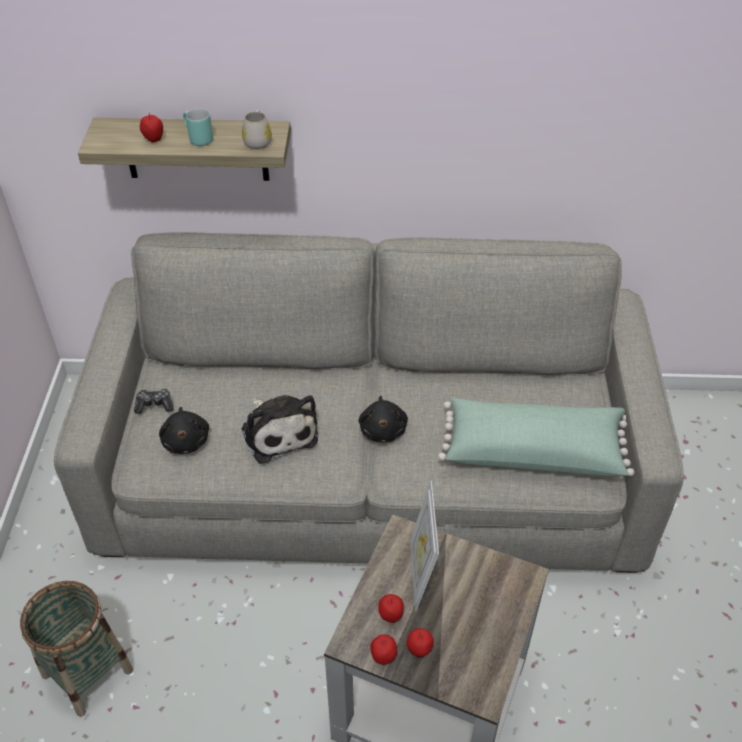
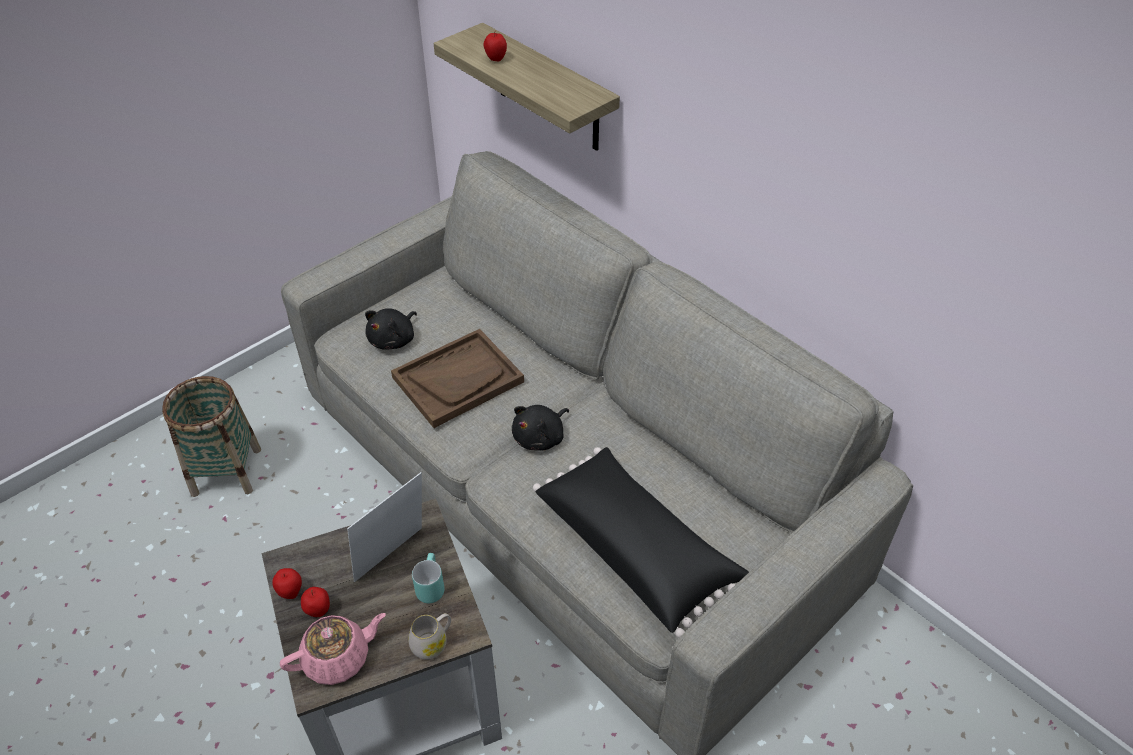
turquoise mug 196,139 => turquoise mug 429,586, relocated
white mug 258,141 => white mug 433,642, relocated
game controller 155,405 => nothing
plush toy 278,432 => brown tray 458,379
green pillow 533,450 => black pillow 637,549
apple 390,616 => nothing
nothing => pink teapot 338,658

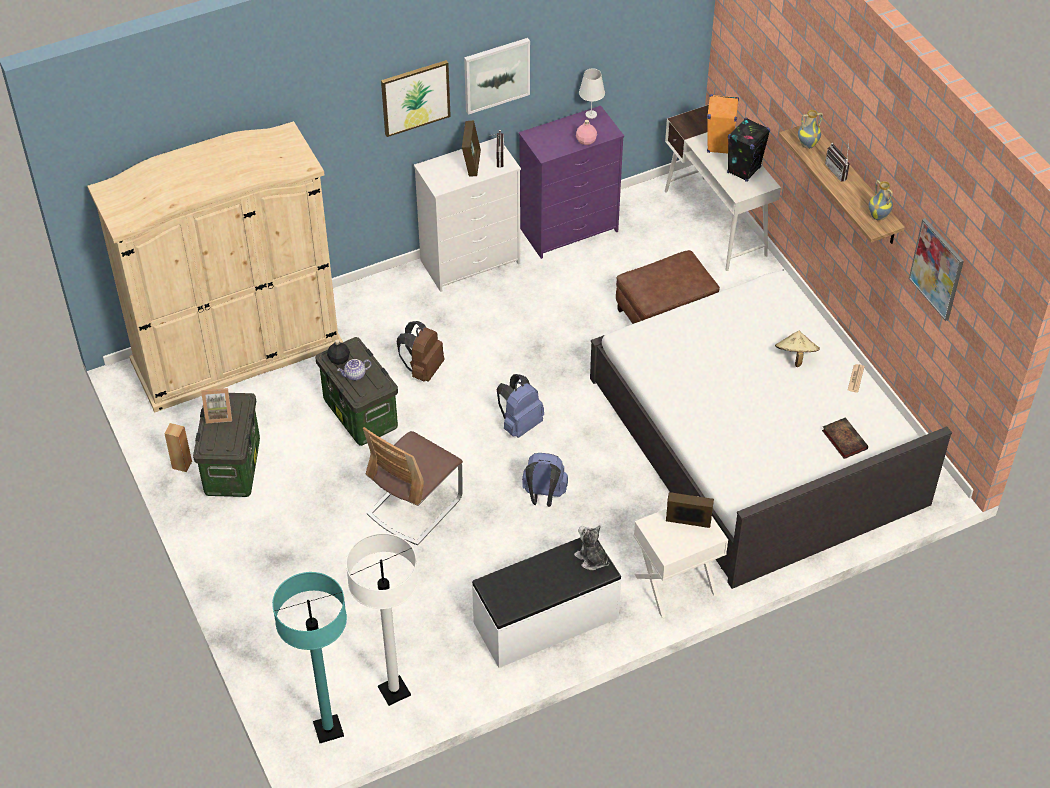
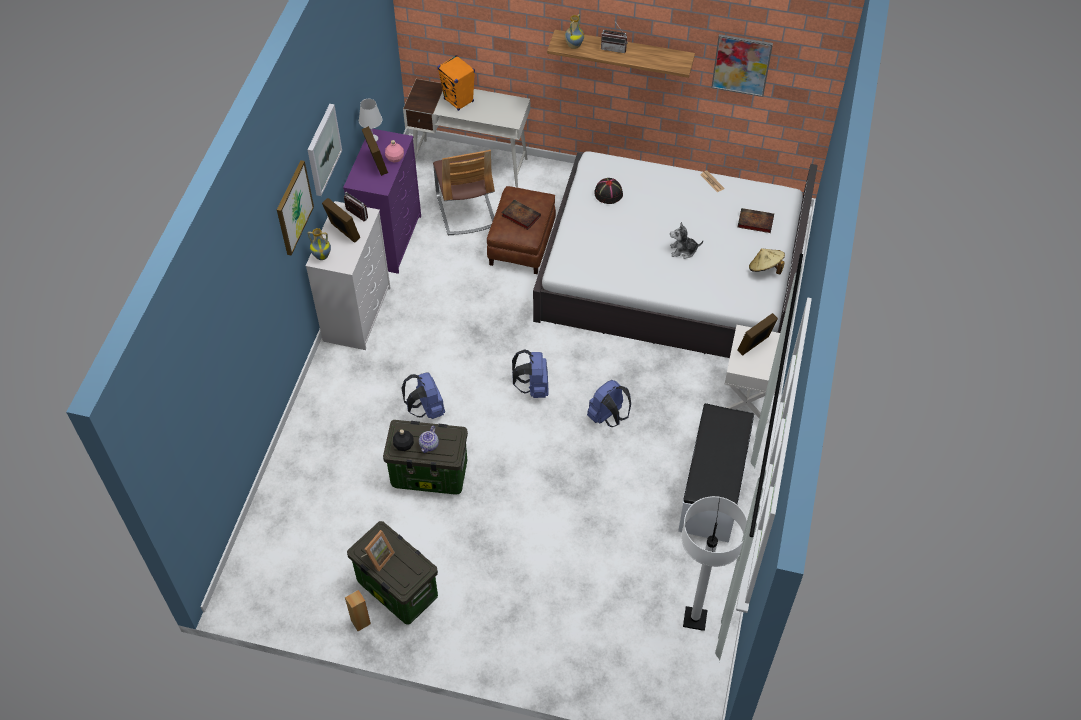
black speaker 744,170 => nothing
beige wardrobe 237,353 => nothing
vase 879,216 => vase 322,255, relocated
brown backpack 423,369 => blue backpack 426,409
beige hat 795,356 => beige hat 765,268, relocated
chair 414,506 => chair 466,210, relocated
plush toy 591,559 => plush toy 683,250, relocated
turquoise floor lamp 328,729 => nothing
nothing => picture frame 376,163
nothing => black hat 608,193
nothing => book 520,216

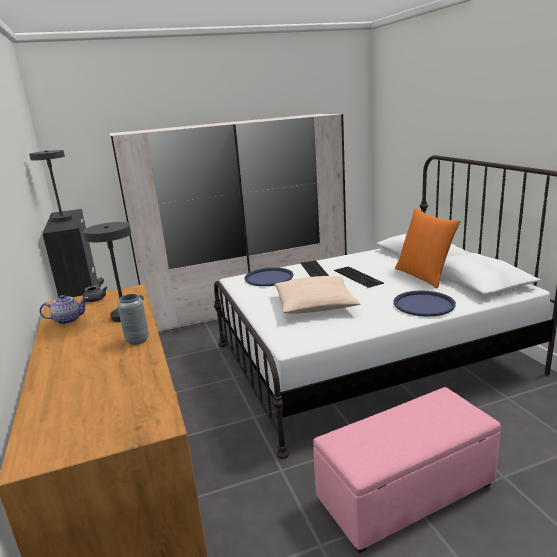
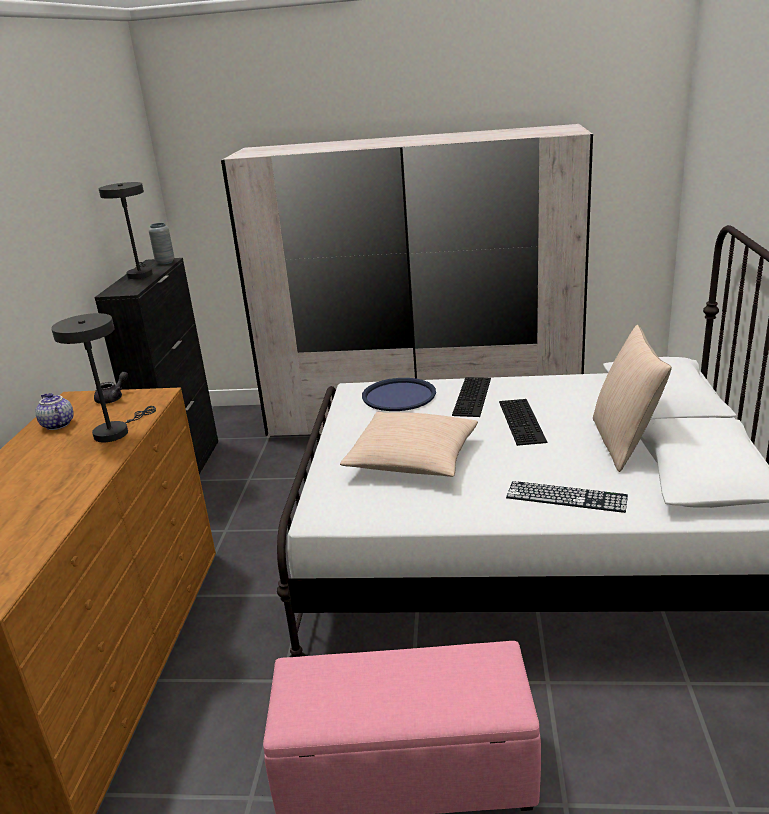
orange pillow 424,276 => beige pillow 624,443
blue tray 423,304 => keyboard 566,497
grey vase 137,340 => grey vase 165,262, relocated
teapot 68,320 => teapot 57,425, 135 degrees counterclockwise

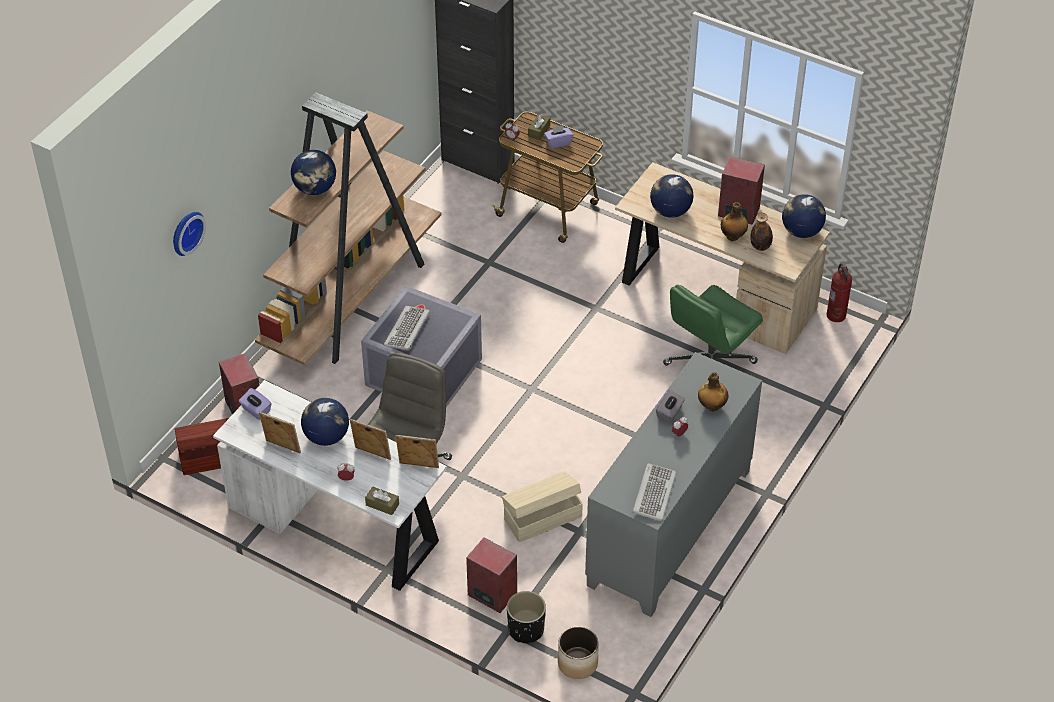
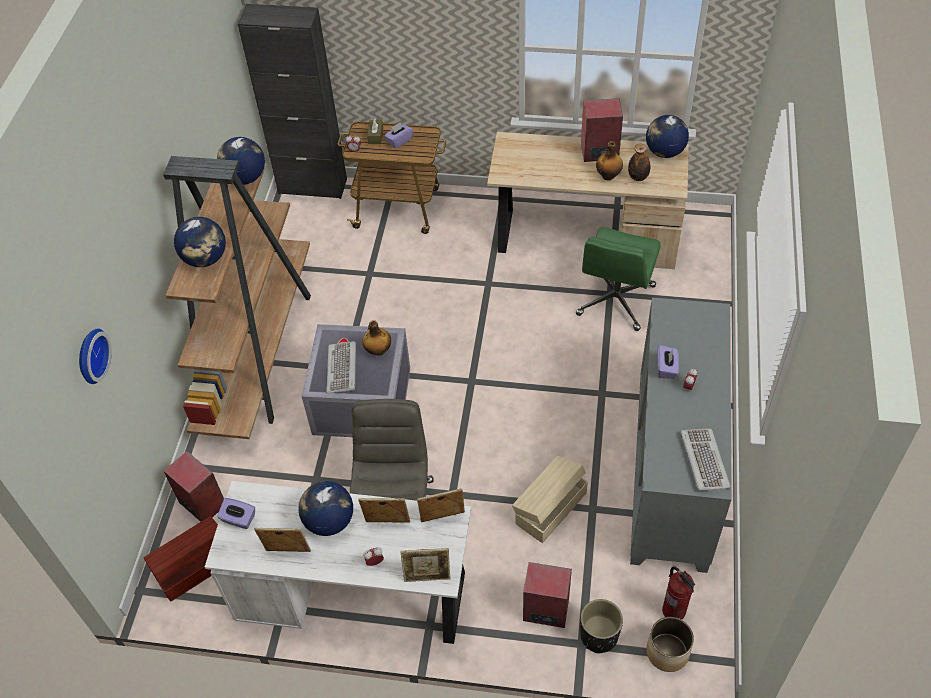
globe 670,211 => globe 245,178, relocated
fire extinguisher 836,315 => fire extinguisher 674,610, relocated
bottle 711,406 => bottle 378,350, relocated
grey tissue box 669,413 => purple tissue box 666,368
brown tissue box 382,504 => picture frame 427,578

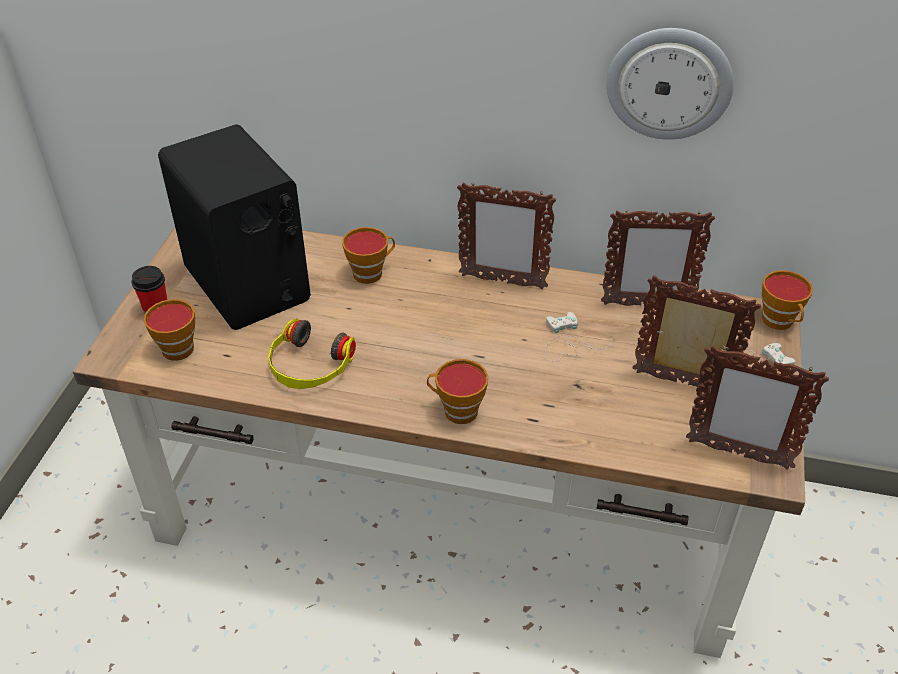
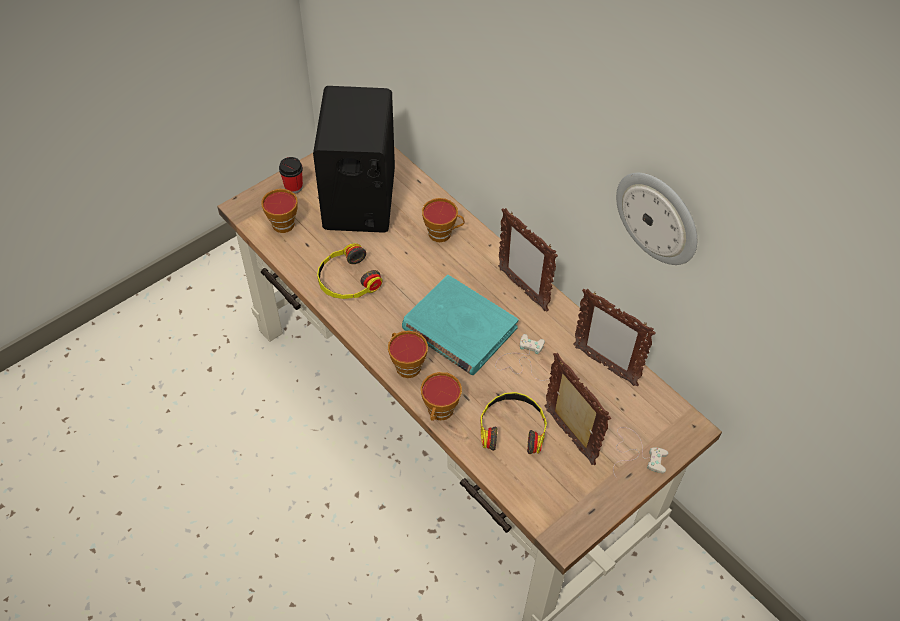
cup 780,322 => cup 440,412, relocated
picture frame 737,454 => nothing
nothing => turquoise book 459,329
nothing => headphones 512,428

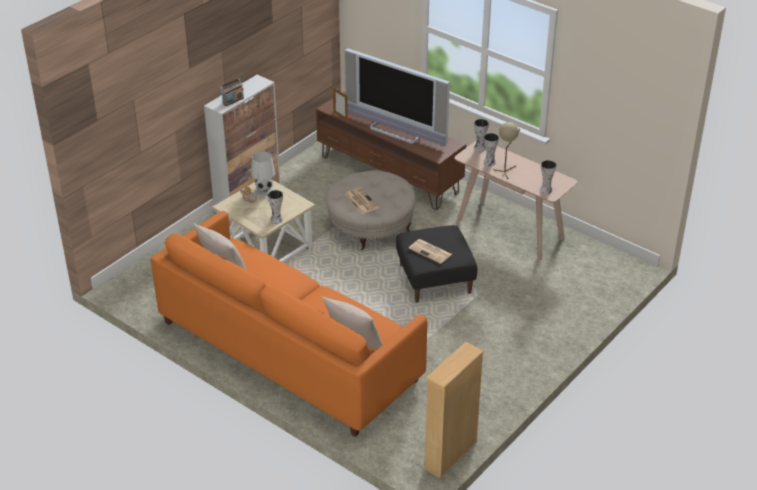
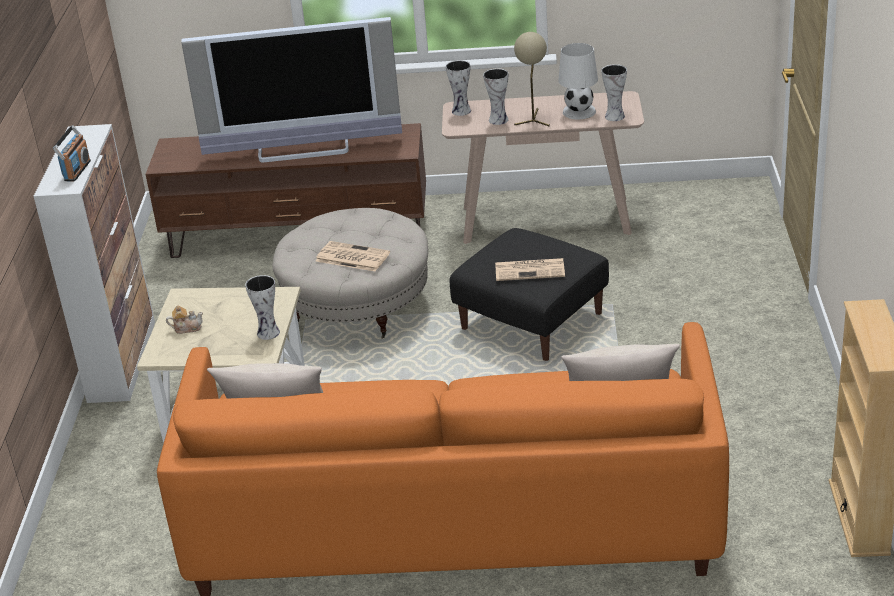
picture frame 340,116 => nothing
white table lamp 264,190 => white table lamp 579,112, relocated

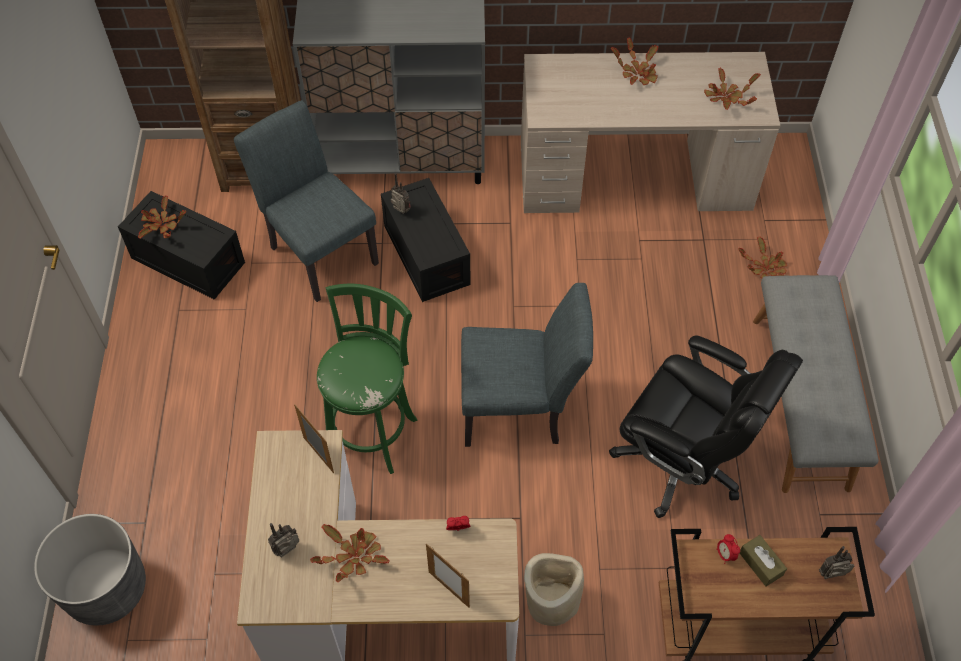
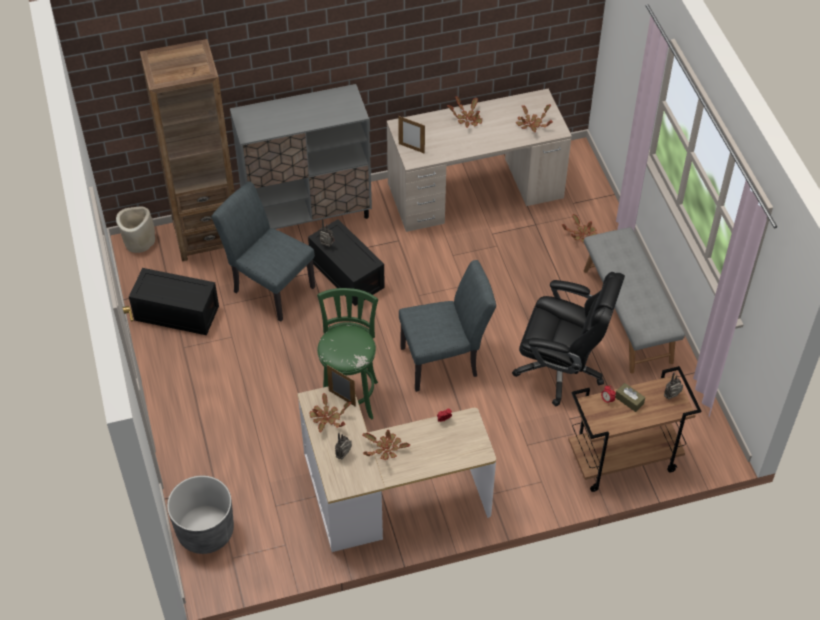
potted plant 161,226 => potted plant 327,418, relocated
picture frame 449,589 => picture frame 411,148, relocated
beige planter 551,600 => beige planter 139,241, relocated

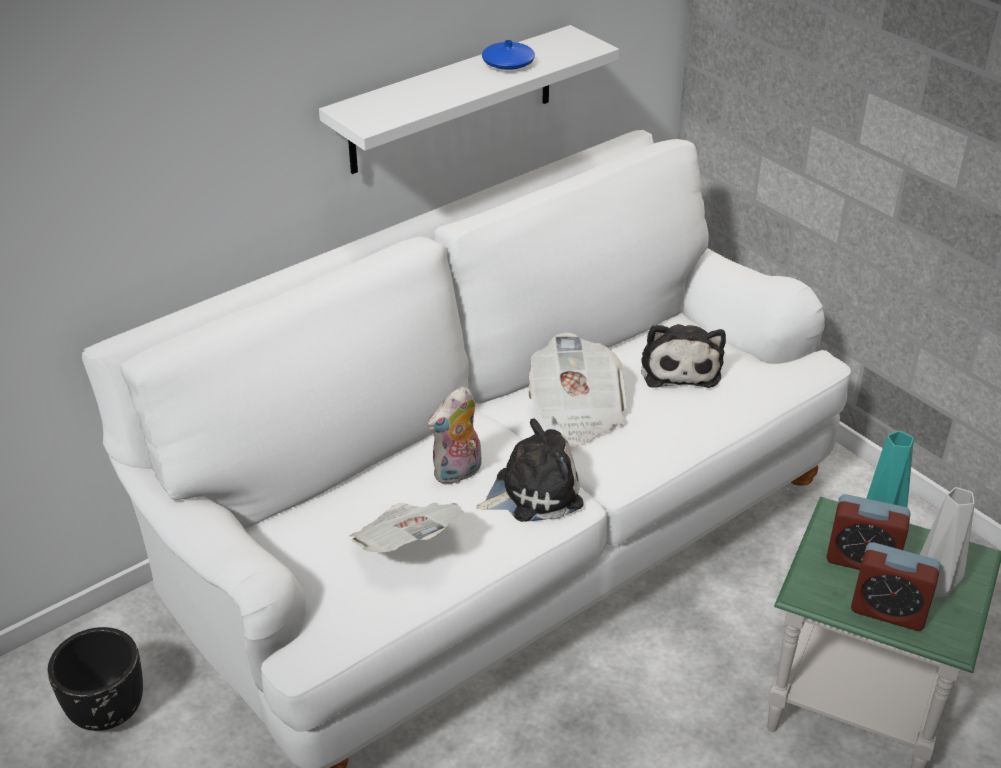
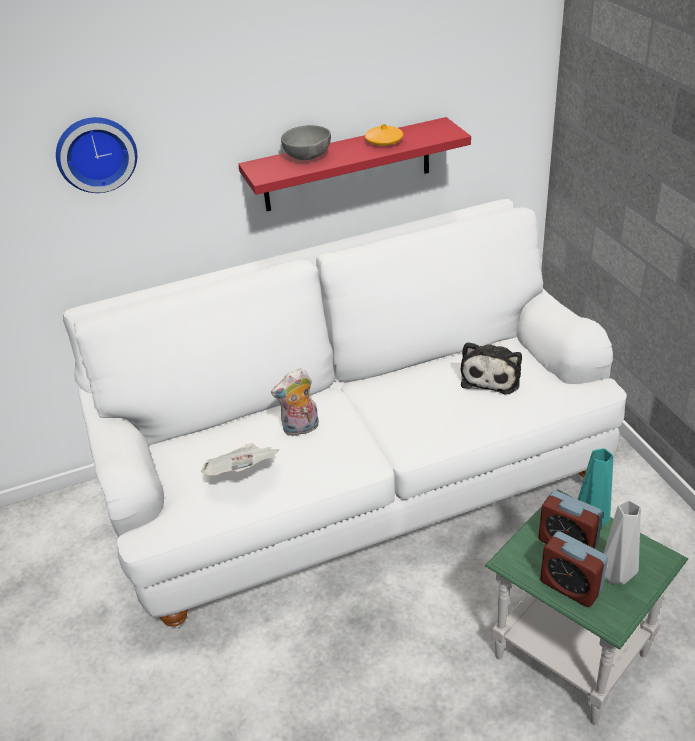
white shelf 452,100 => red shelf 347,165
blue vase 508,63 => orange vase 384,141
newspaper 576,411 => nothing
plush toy 532,492 => nothing
black planter 107,711 => nothing
nothing => wall clock 96,153
nothing => grey bowl 308,157

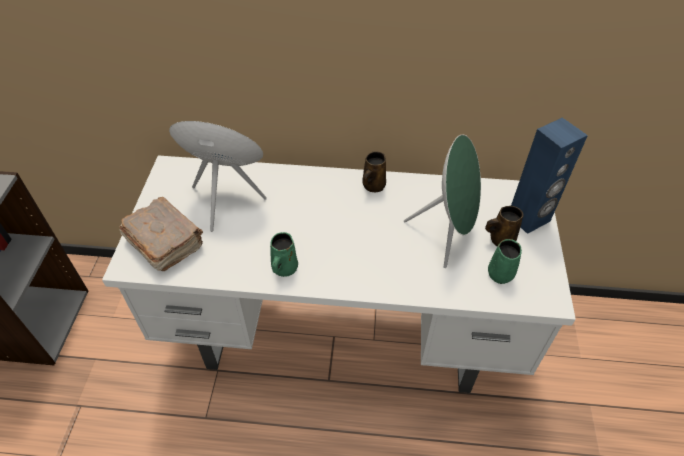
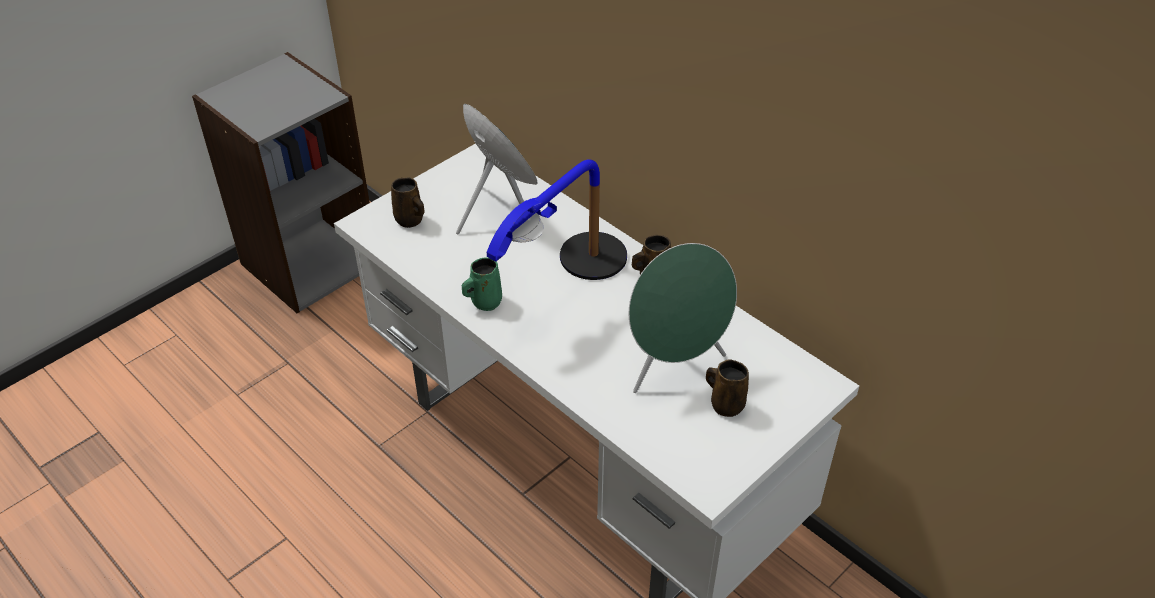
blue speaker 529,218 => nothing
brown book 165,242 => brown mug 410,220
green mug 501,273 => nothing
nothing => table lamp 570,277

